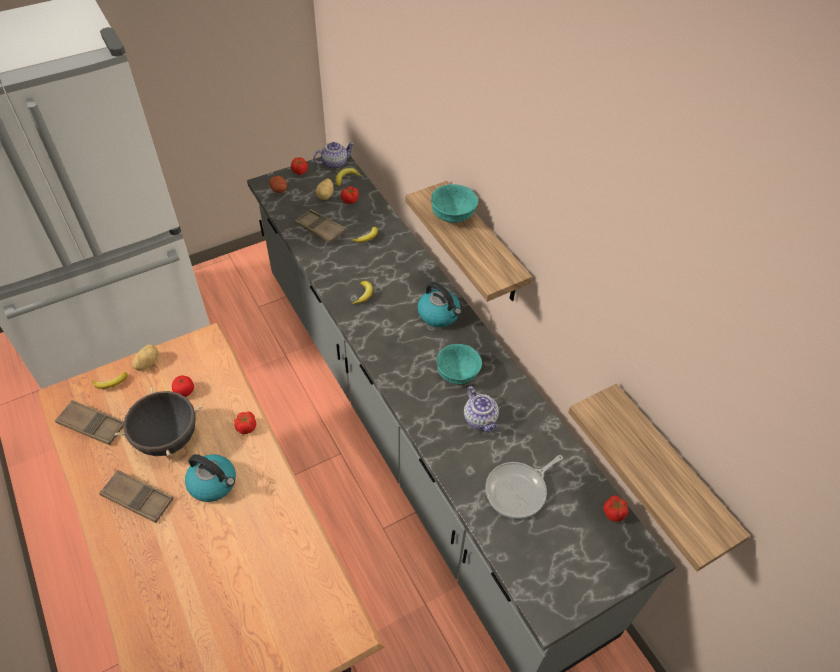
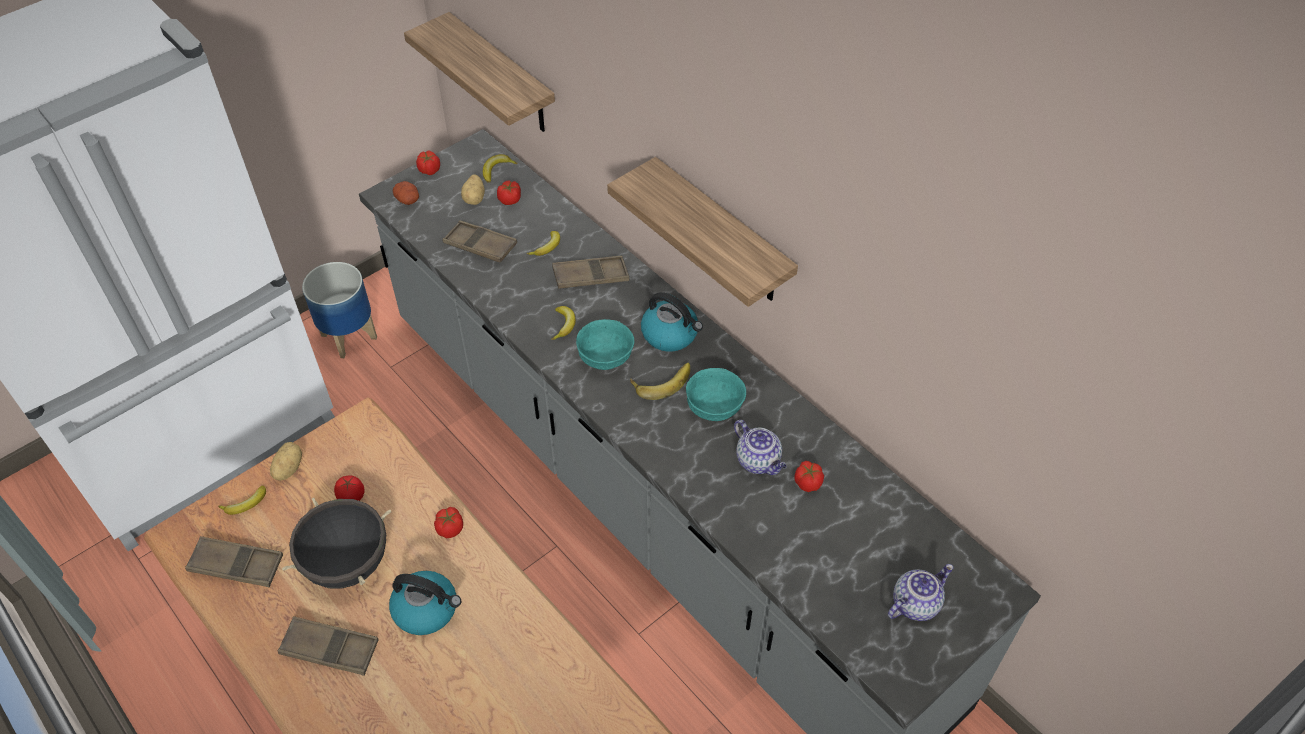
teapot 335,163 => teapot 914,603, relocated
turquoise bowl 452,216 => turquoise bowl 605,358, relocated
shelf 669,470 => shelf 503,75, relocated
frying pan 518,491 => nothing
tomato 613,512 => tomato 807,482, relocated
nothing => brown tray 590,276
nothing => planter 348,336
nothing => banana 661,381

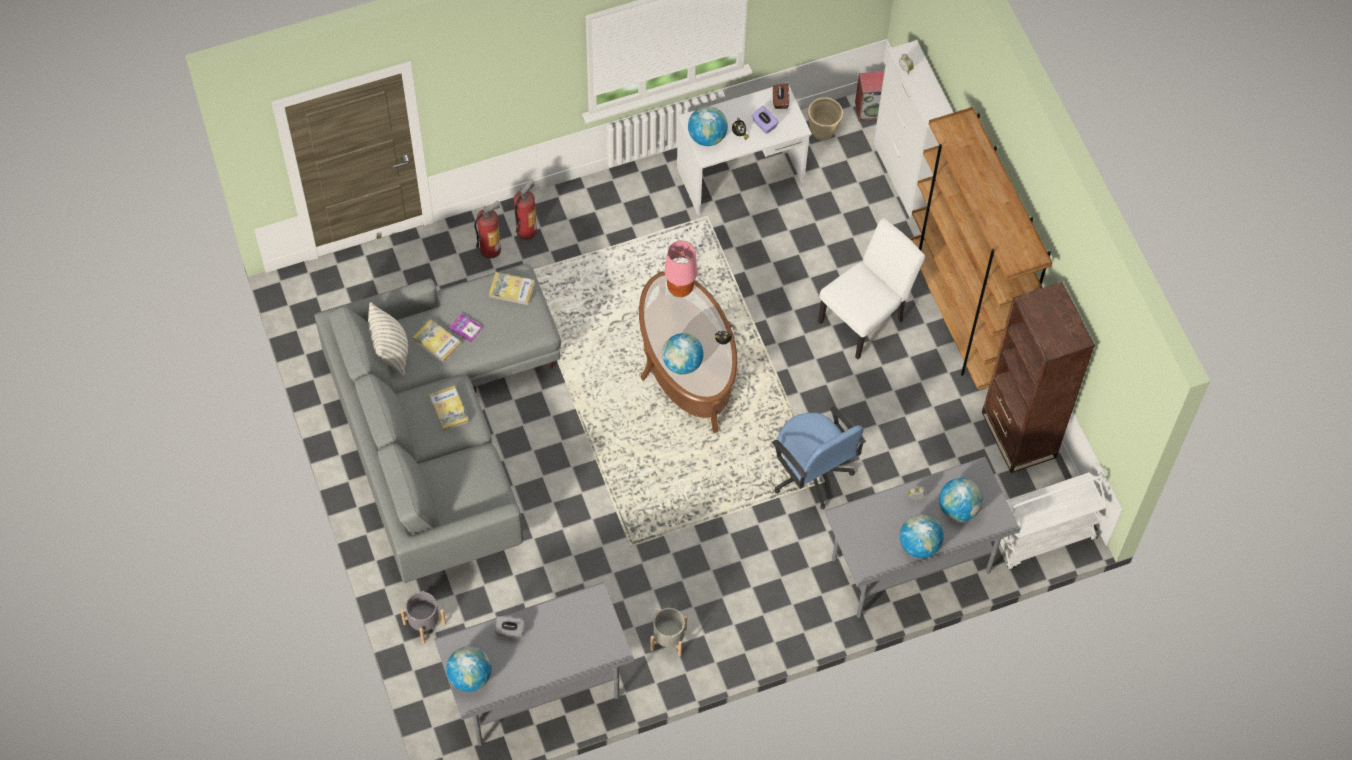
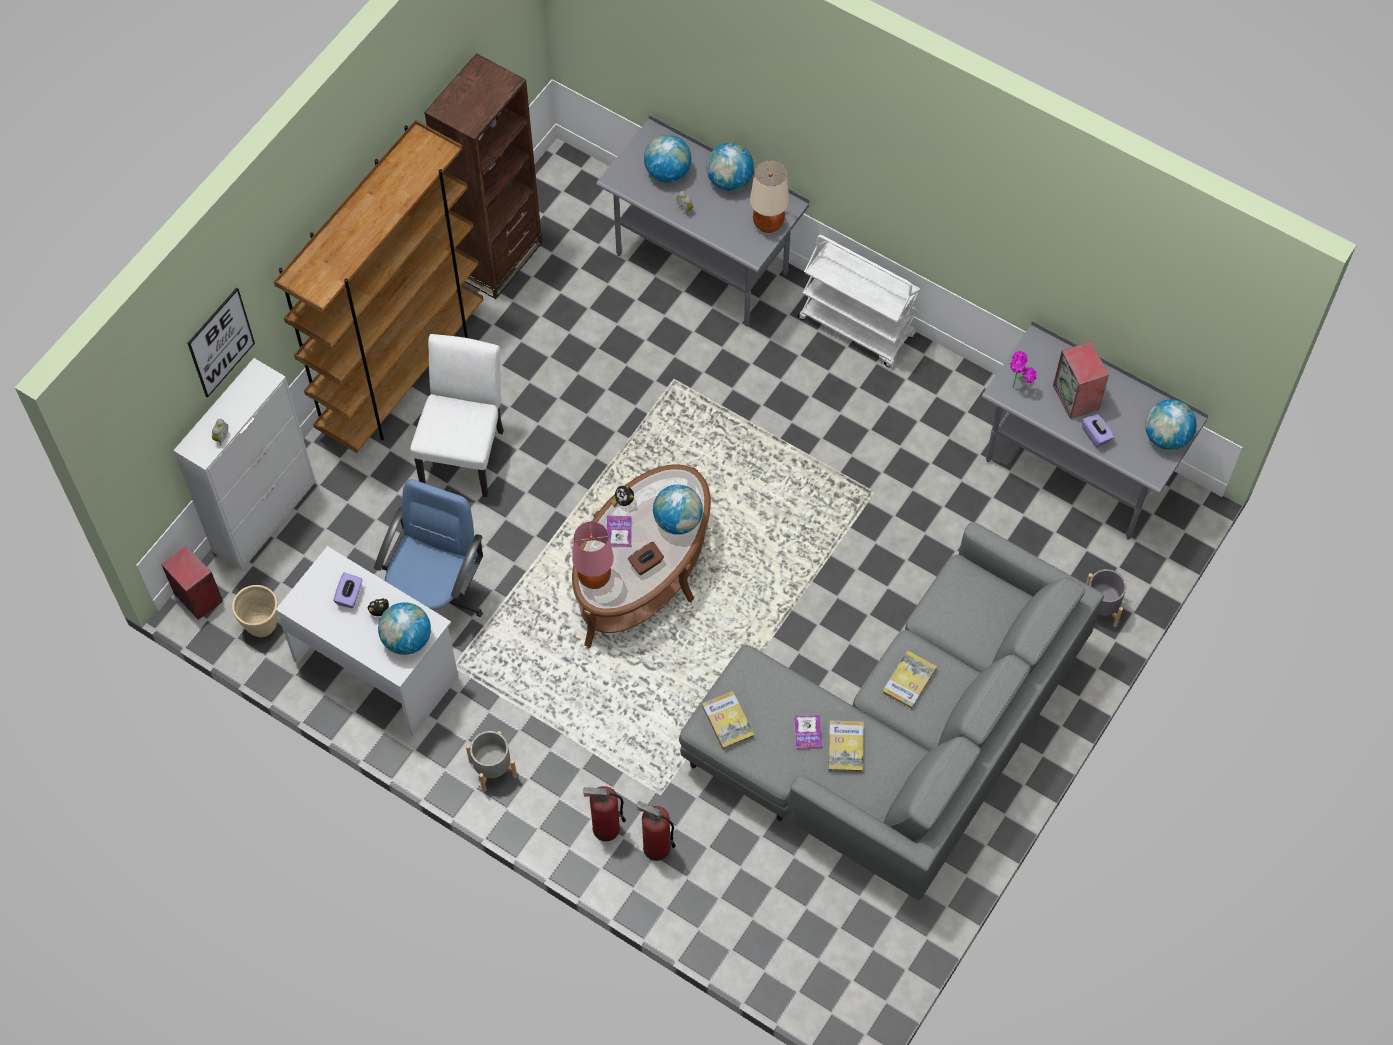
brown tissue box 780,101 => brown tissue box 646,564, relocated
white chair 866,318 => white chair 465,451, 90 degrees clockwise
pillow 390,351 => nothing
blue office chair 811,473 => blue office chair 436,598, relocated
white cart 1043,538 => white cart 857,327, relocated
grey planter 668,639 => grey planter 493,769, relocated
grey tissue box 510,631 => purple tissue box 1096,435
nothing => beige table lamp 768,223
nothing => picture 221,342
nothing => speaker 1076,397
nothing => potted plant 1018,384
nothing => book 619,532

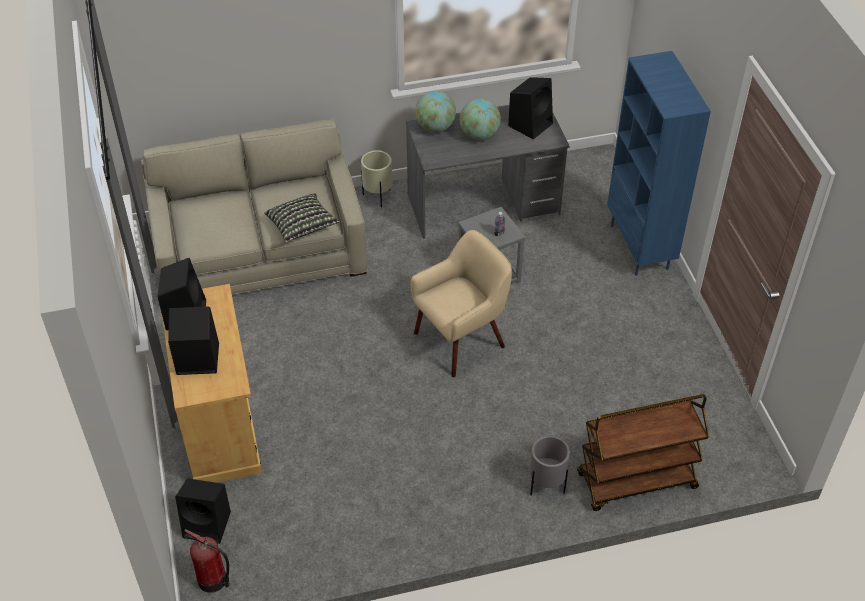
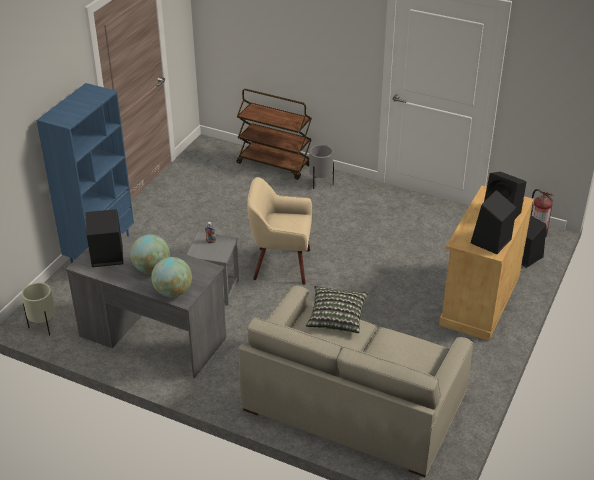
beige planter 378,197 => beige planter 43,326, relocated

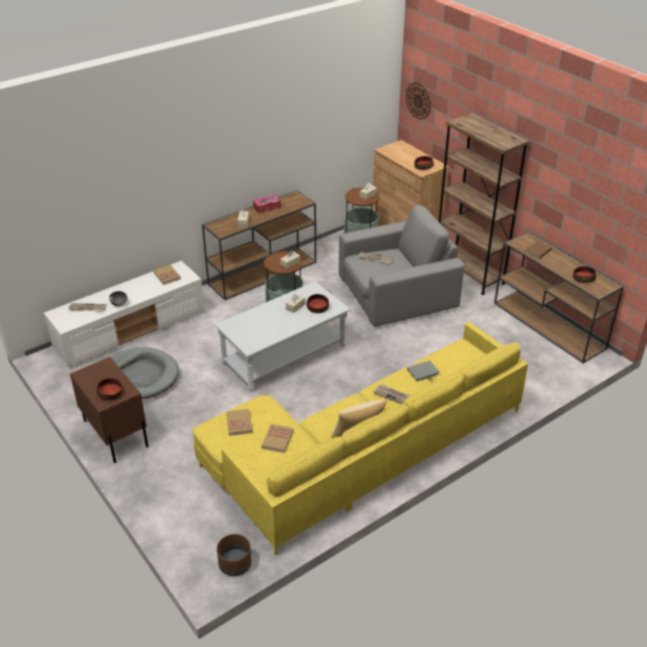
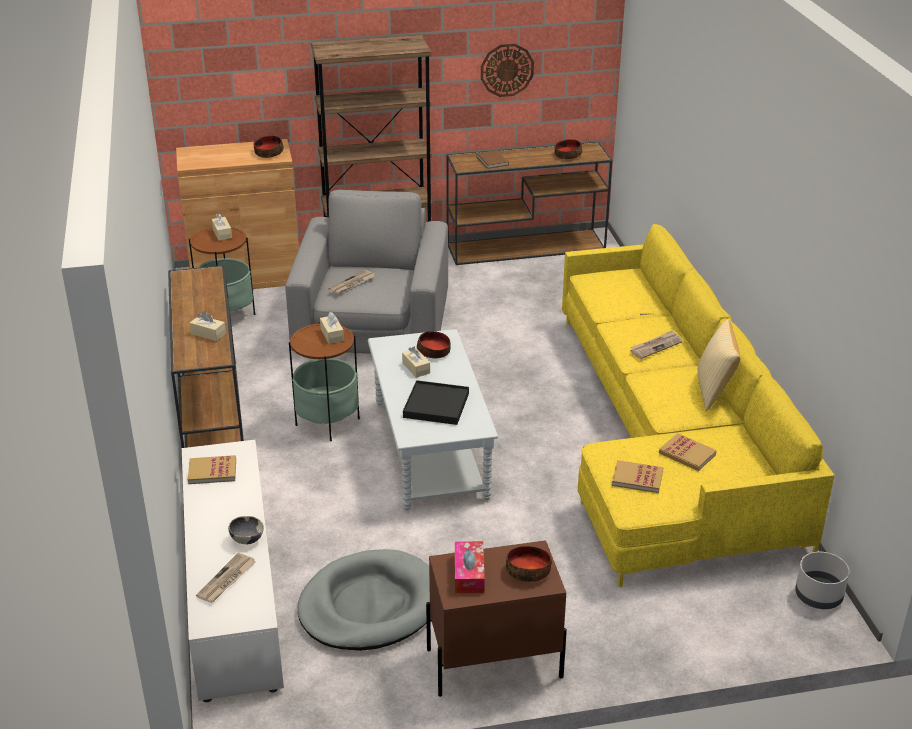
wall clock 418,100 => wall clock 507,70, relocated
tissue box 267,207 => tissue box 469,574, relocated
grey book 424,372 => nothing
brown planter 235,564 => grey planter 819,596
nothing => black tray 436,405

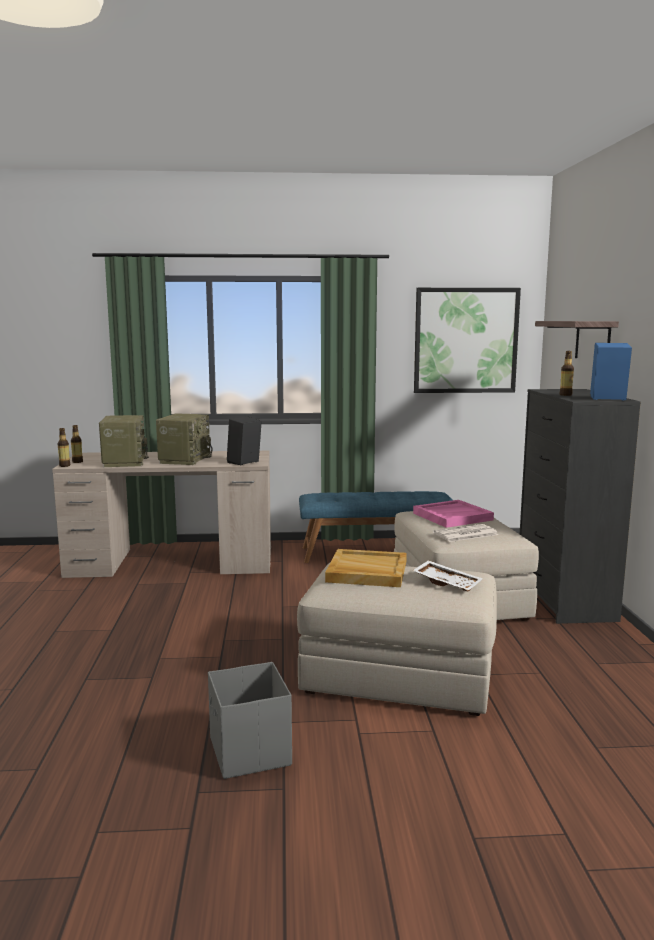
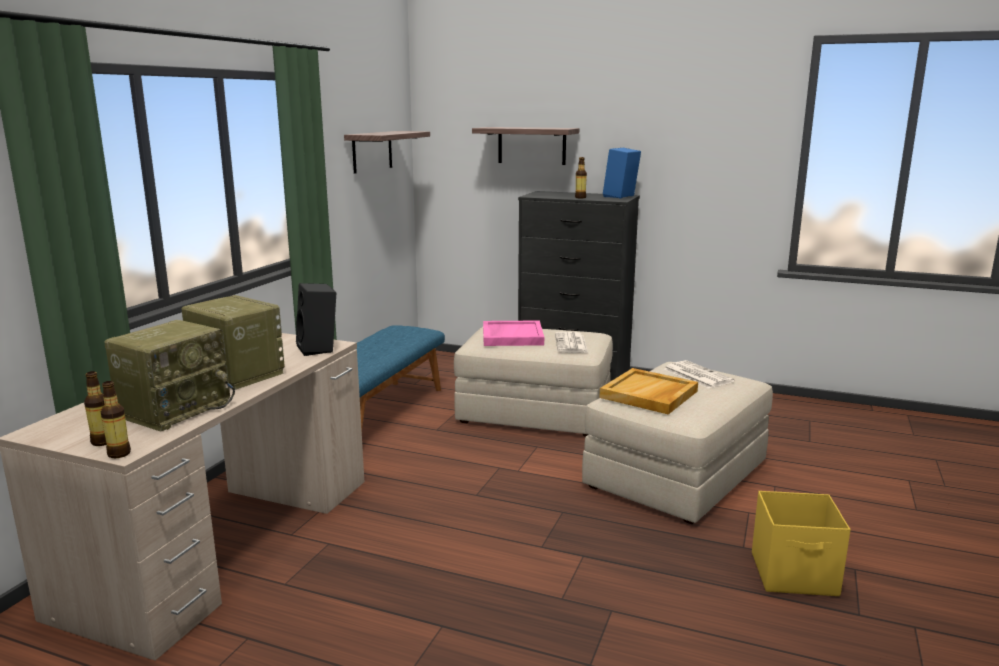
picture 465,340 => shelf 372,151
radio 124,462 => radio 175,409, 105 degrees clockwise
white tray 447,583 => newspaper 696,375
grey storage box 249,753 => yellow storage box 795,575

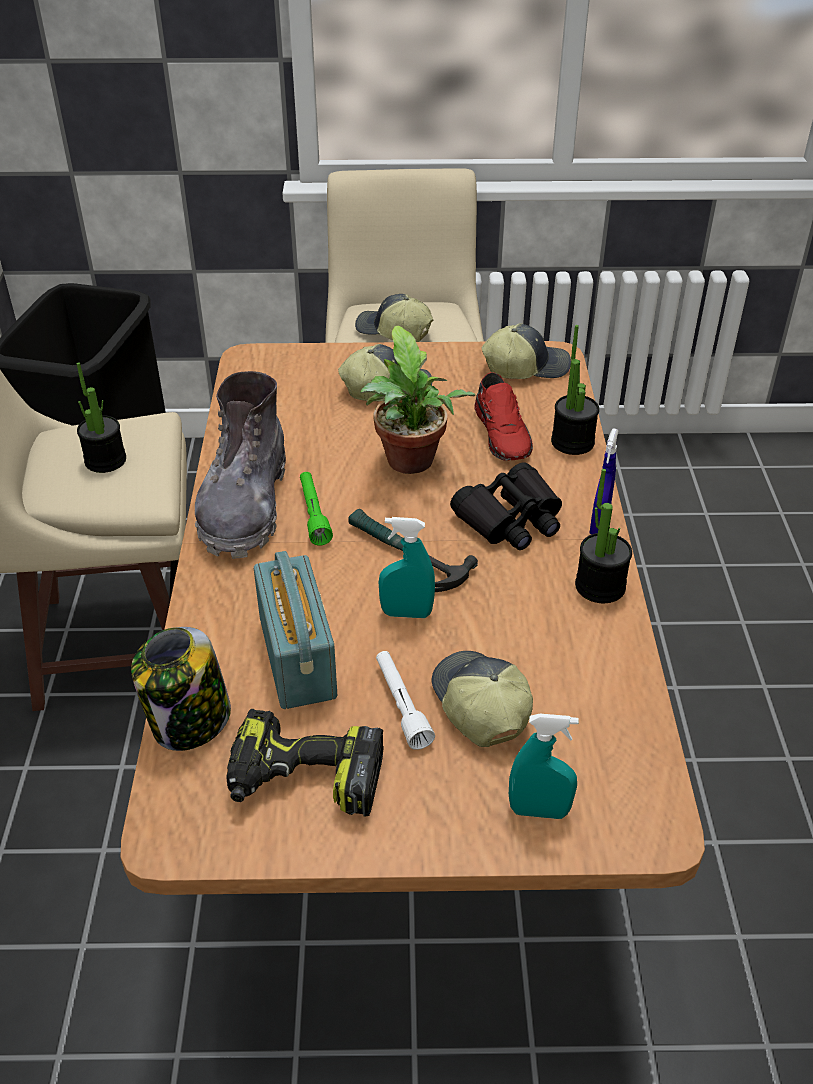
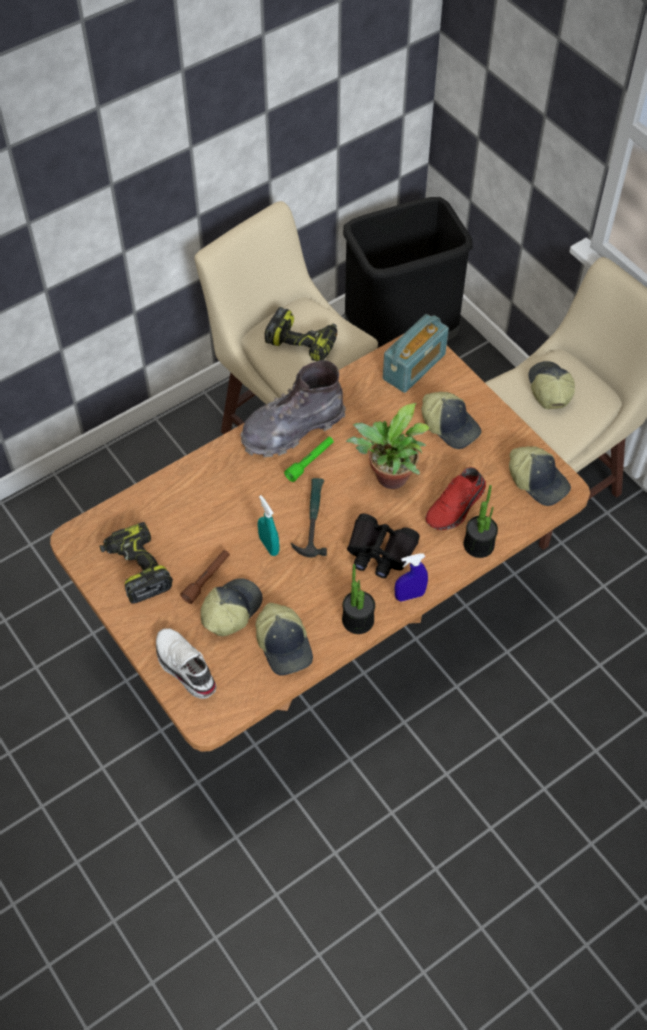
potted plant 105,460 => power drill 303,342
radio 298,657 => radio 414,367, relocated
jar 190,722 => nothing
white flashlight 401,705 => brown flashlight 207,579
turquoise spray bottle 539,811 => white shoe 184,668
nothing => cap 285,645

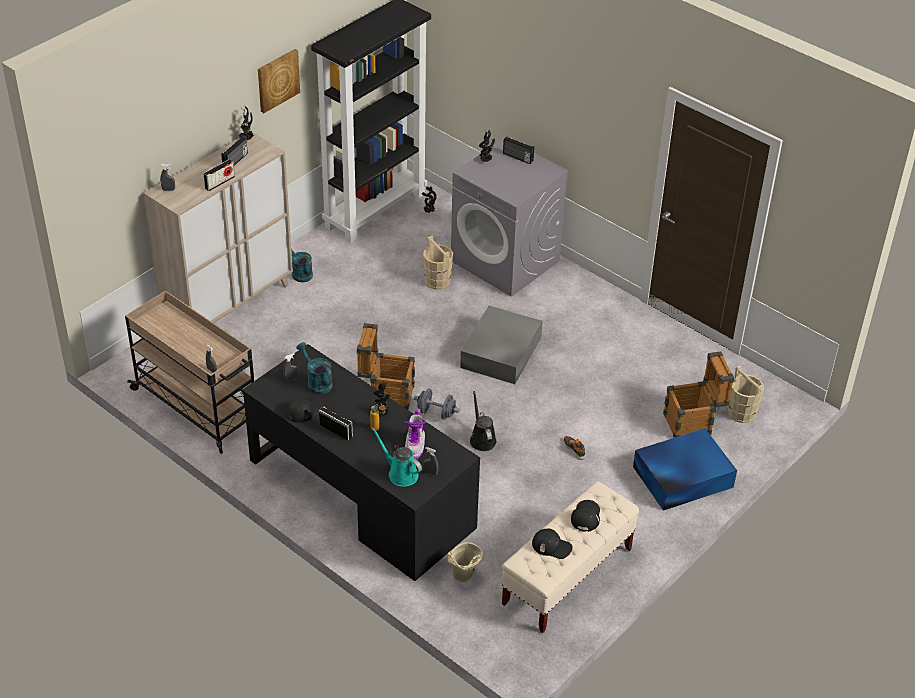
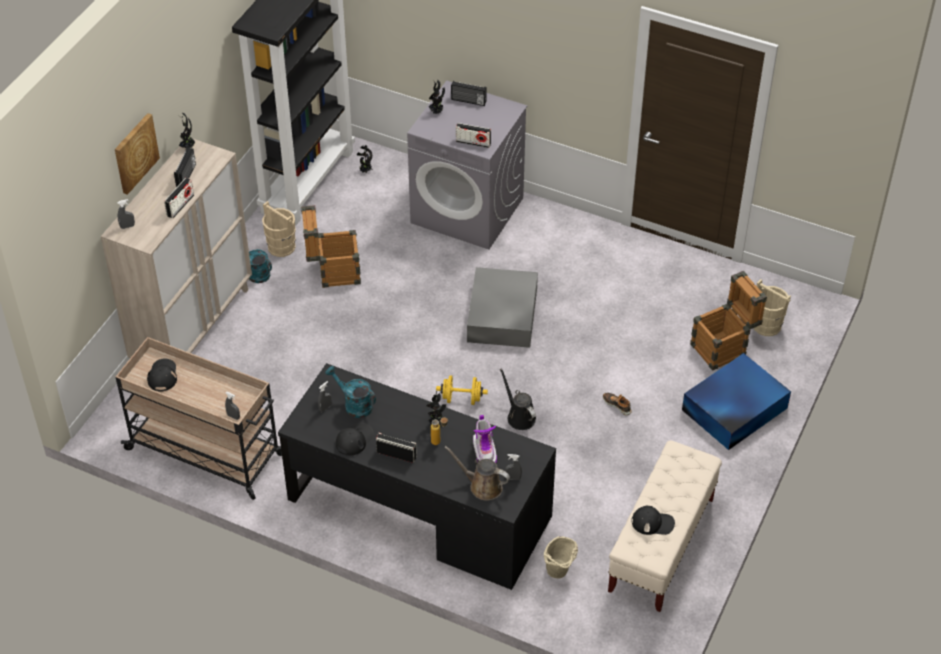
picture 277,80 => picture 135,153, relocated
beige bucket 437,281 => beige bucket 281,247, relocated
crate 386,393 => crate 333,272, relocated
grey dumbbell 436,413 => yellow dumbbell 461,399
turquoise watering can 400,473 => brown watering can 482,486
black cap 586,516 => black cap 162,376, relocated
nothing => radio 473,142

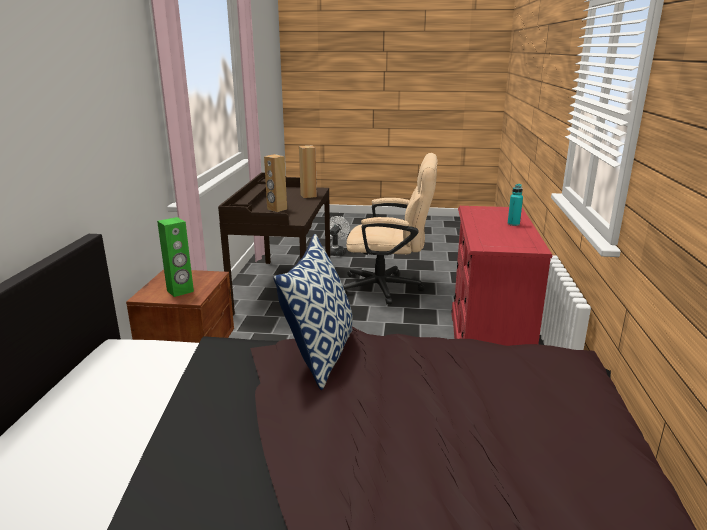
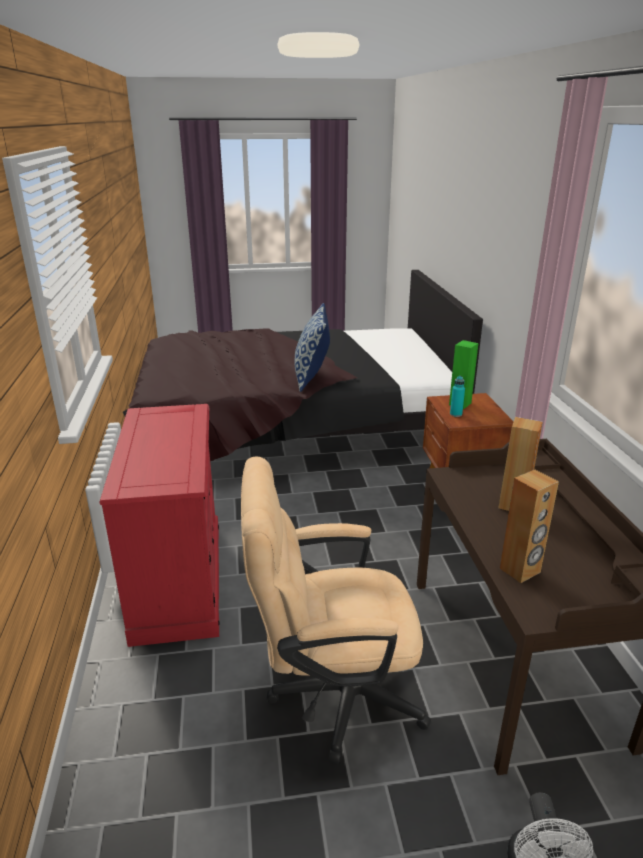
turquoise bottle 513,224 => turquoise bottle 456,414, relocated

